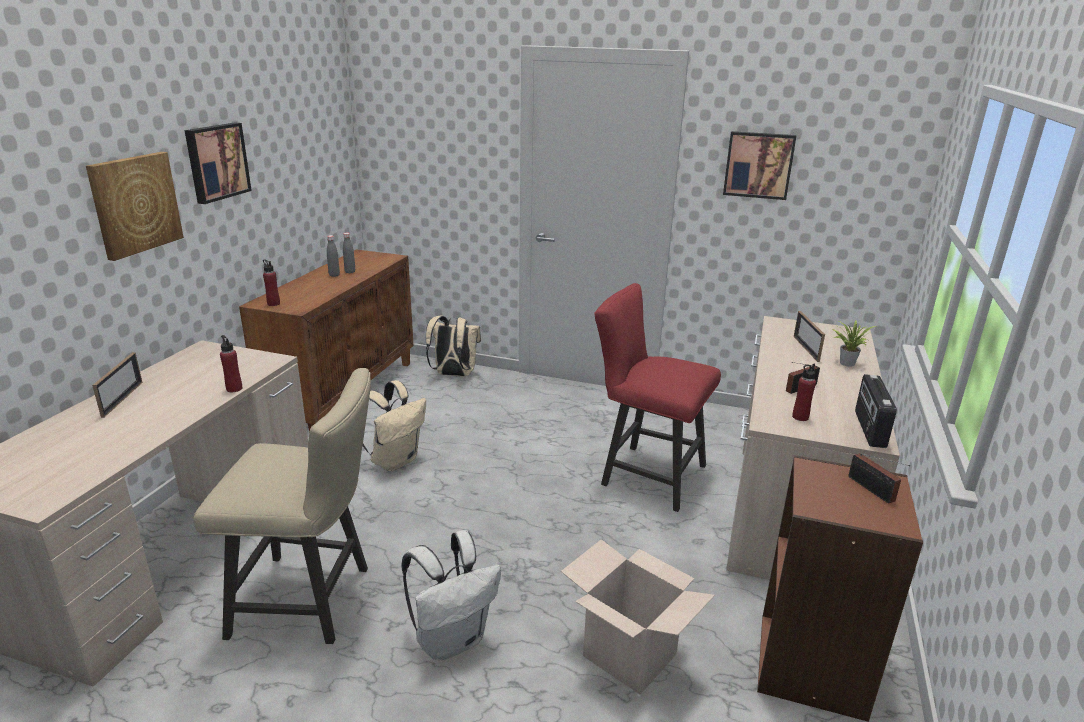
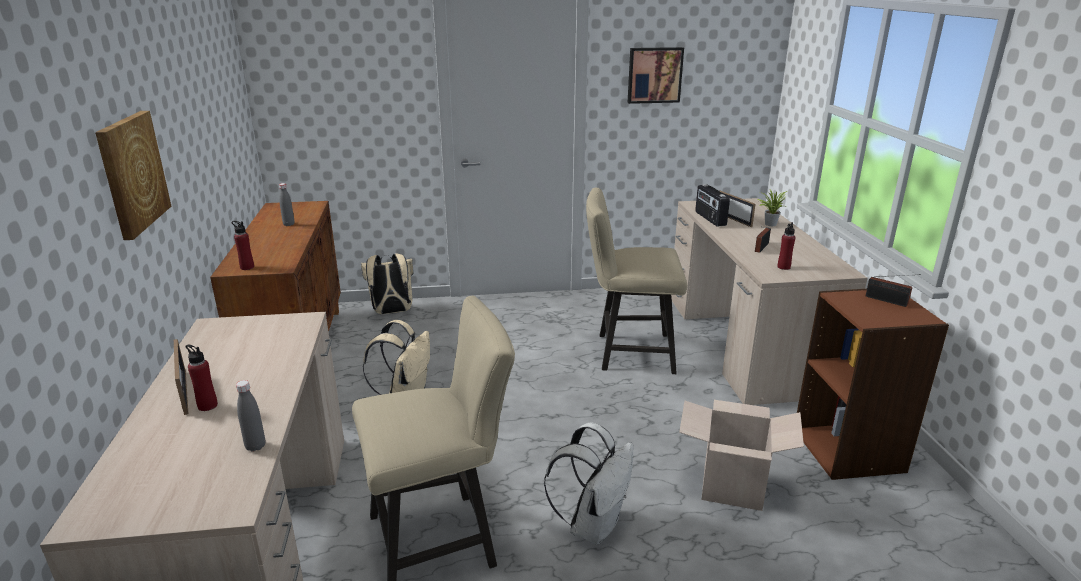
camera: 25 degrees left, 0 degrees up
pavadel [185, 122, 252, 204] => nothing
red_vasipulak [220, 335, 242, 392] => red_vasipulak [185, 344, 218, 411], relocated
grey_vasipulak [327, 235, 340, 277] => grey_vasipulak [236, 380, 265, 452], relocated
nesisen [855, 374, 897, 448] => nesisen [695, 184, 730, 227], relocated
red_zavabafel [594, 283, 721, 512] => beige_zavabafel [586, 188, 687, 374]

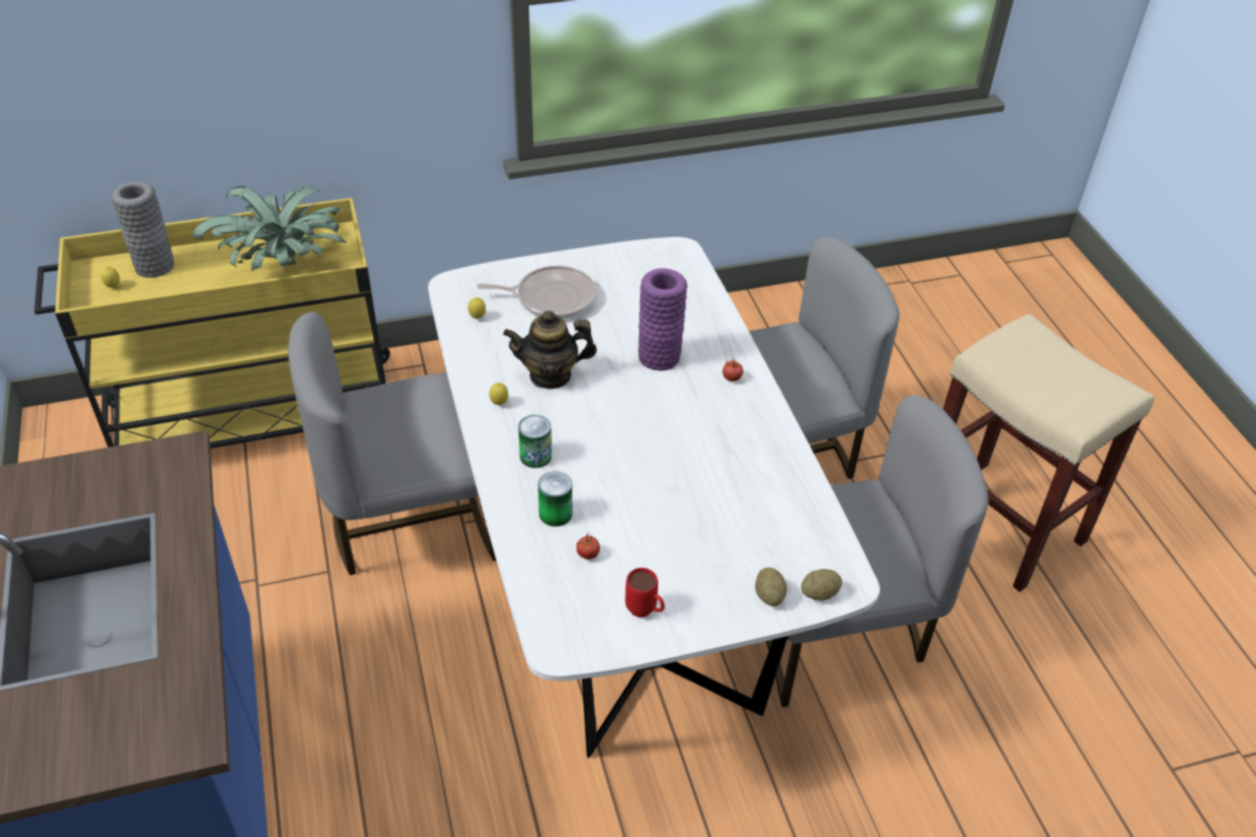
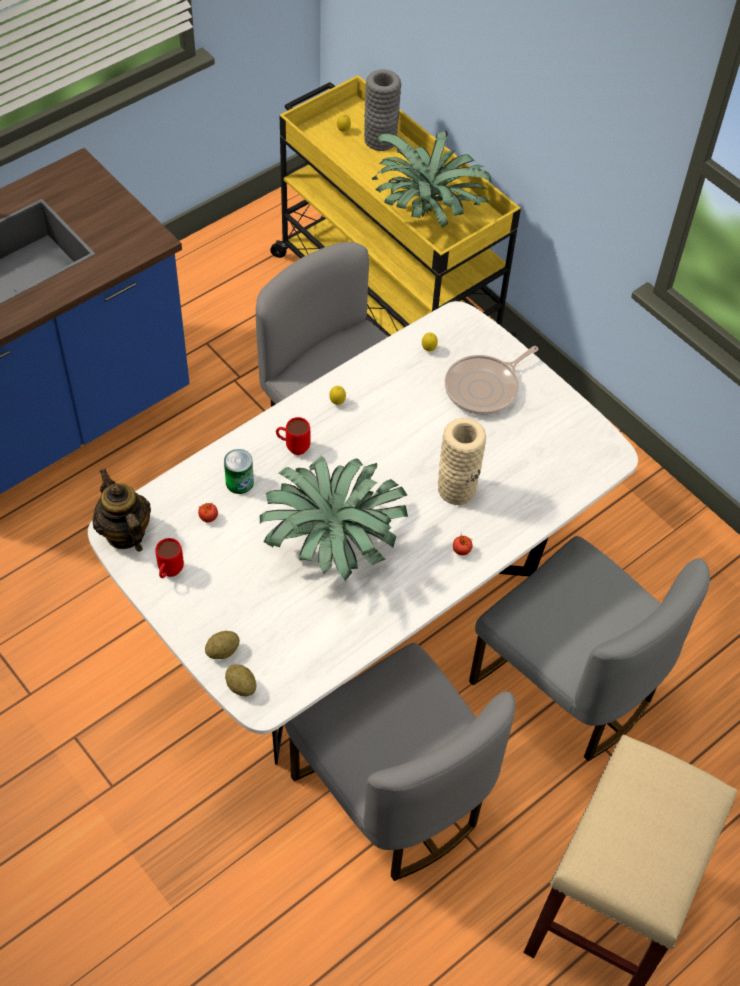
camera: 65 degrees right, 10 degrees up
nothing => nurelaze [260, 456, 408, 581]
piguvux [503, 310, 597, 389] => piguvux [92, 469, 151, 552], relocated
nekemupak [518, 415, 552, 468] => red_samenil [276, 417, 310, 455]
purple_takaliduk [638, 268, 687, 371] => beige_takaliduk [438, 418, 486, 505]
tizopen [477, 265, 596, 319] => tizopen [445, 346, 539, 415], 75 degrees clockwise

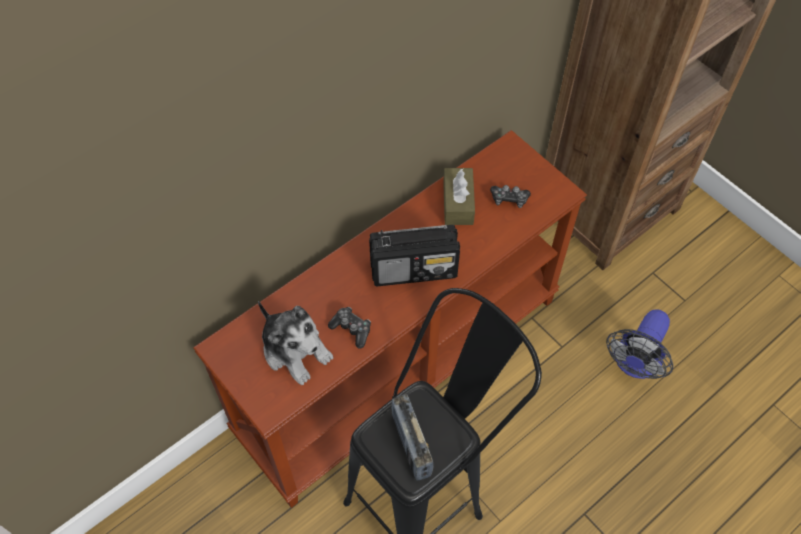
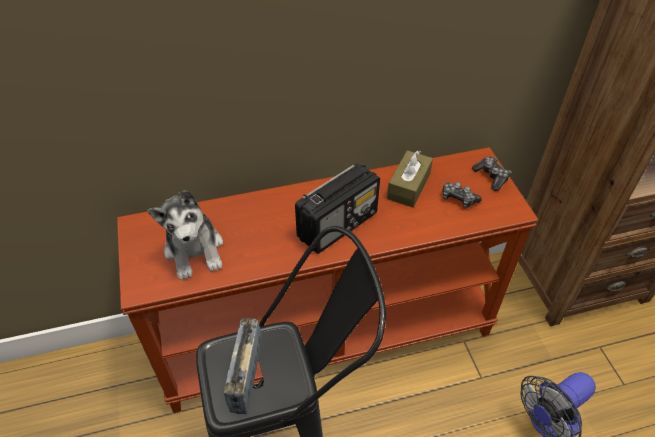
camera: 25 degrees right, 10 degrees down
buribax [328, 307, 371, 349] => buribax [472, 156, 511, 191], relocated
nesisen [369, 225, 460, 286] => nesisen [295, 163, 380, 254], 60 degrees counterclockwise

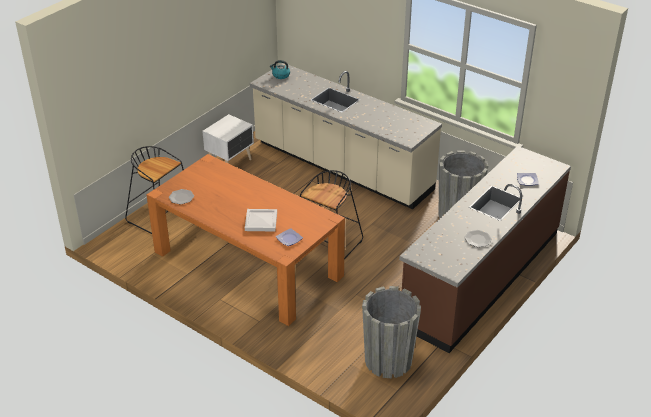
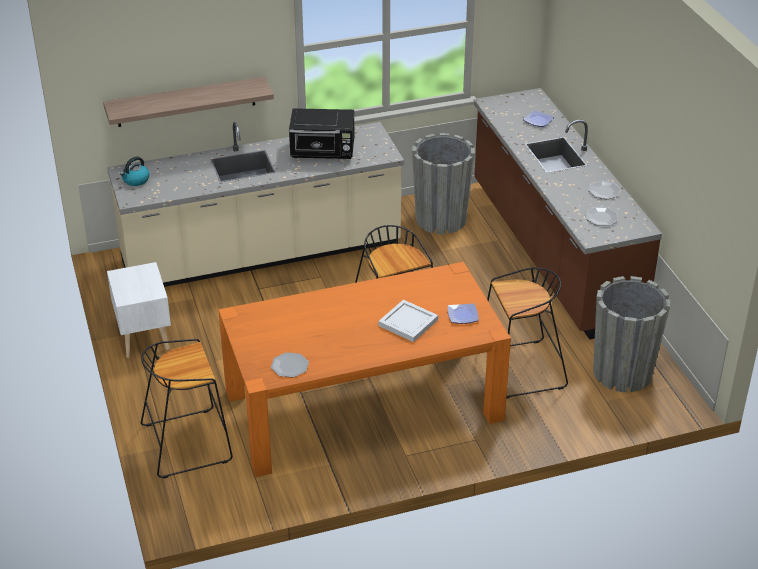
camera: 55 degrees left, 0 degrees up
nothing => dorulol [103, 77, 274, 127]
nothing => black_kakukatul [289, 108, 354, 159]
nothing => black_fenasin [487, 267, 568, 399]
nothing => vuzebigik [585, 207, 619, 226]

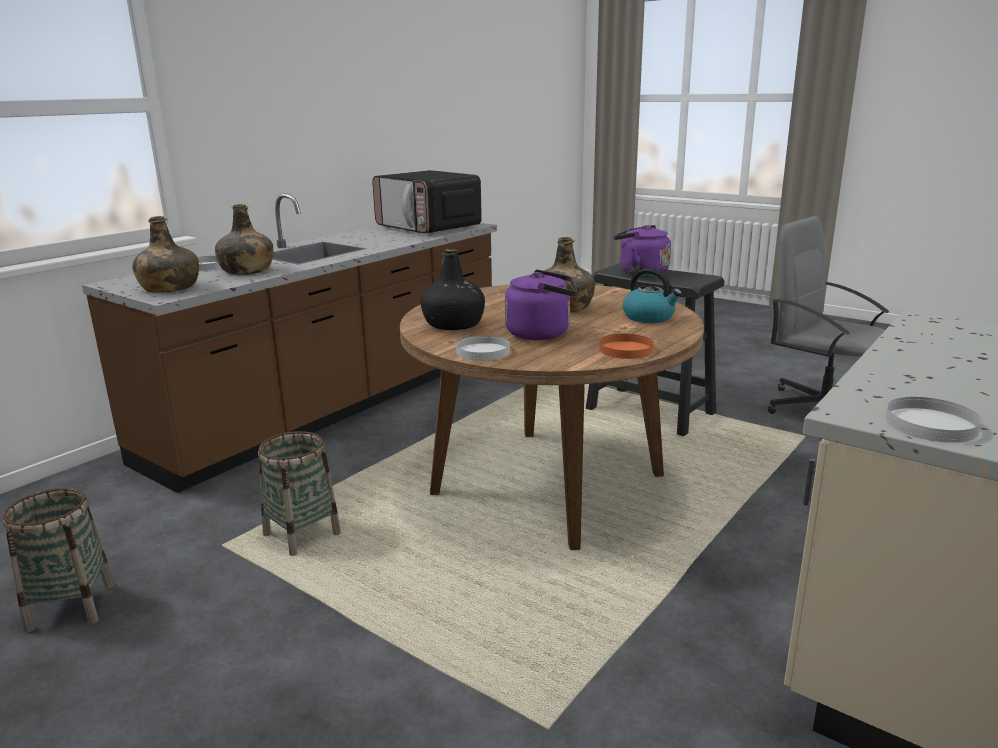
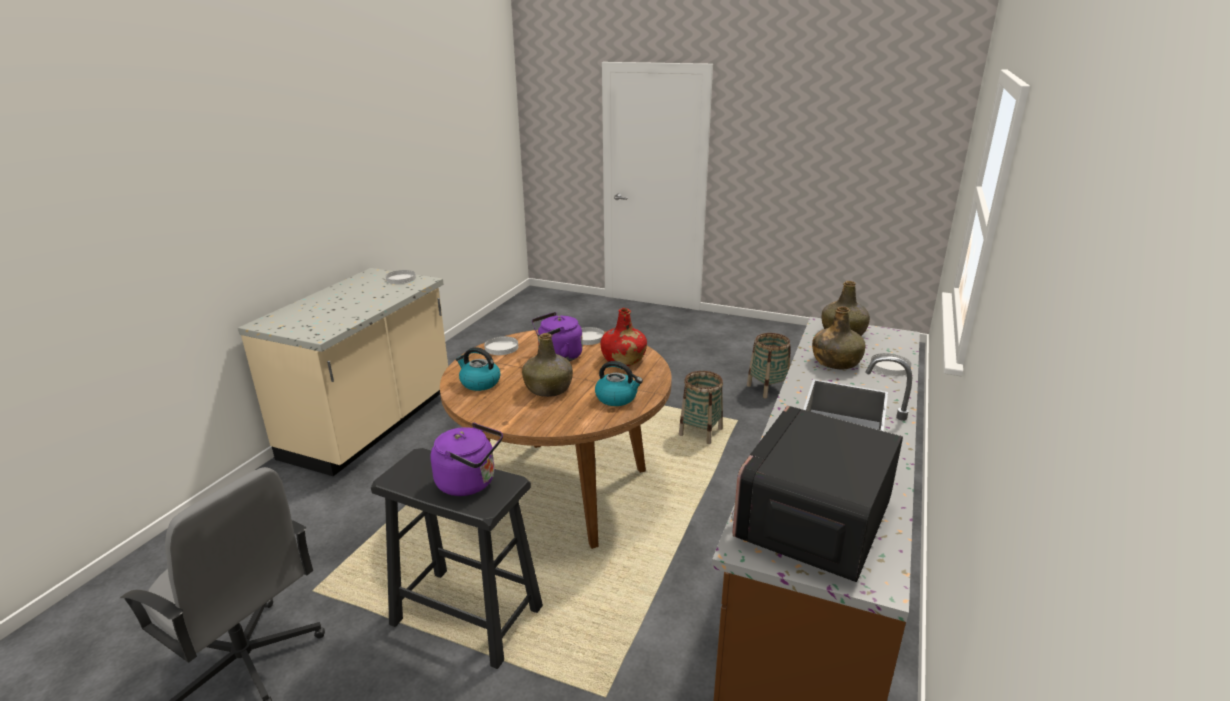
camera: 165 degrees right, 5 degrees up
nothing => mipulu [595, 361, 643, 406]
black_vasipulak [420, 249, 485, 330] => red_vasipulak [601, 308, 647, 366]
orange_vuzebigik [599, 334, 654, 359] => white_vuzebigik [484, 336, 518, 355]
kakukatul [372, 170, 482, 234] => kakukatul [732, 406, 903, 582], 90 degrees counterclockwise

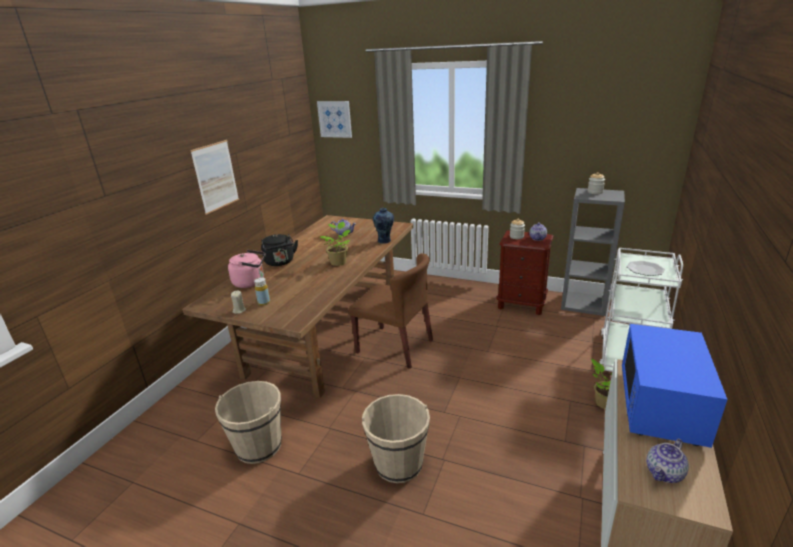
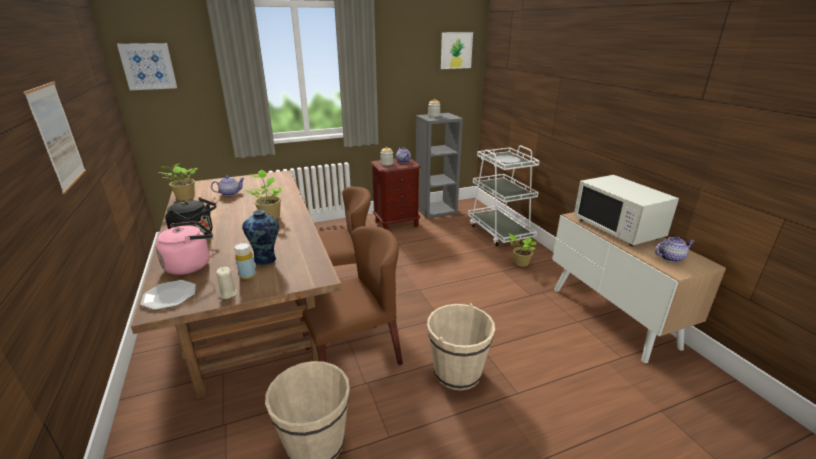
camera: 45 degrees left, 0 degrees up
nothing => vuzebigik [140, 280, 196, 310]
nothing => nurelaze [158, 163, 198, 201]
nothing => brown_zavabafel [295, 226, 403, 365]
nothing => pavadel [441, 32, 473, 69]
takaliduk [373, 208, 394, 244] => takaliduk [242, 210, 279, 265], relocated
blue_kakukatul [622, 324, 728, 448] => white_kakukatul [574, 175, 679, 246]
piguvux [647, 438, 689, 483] => piguvux [655, 236, 695, 262], 105 degrees counterclockwise

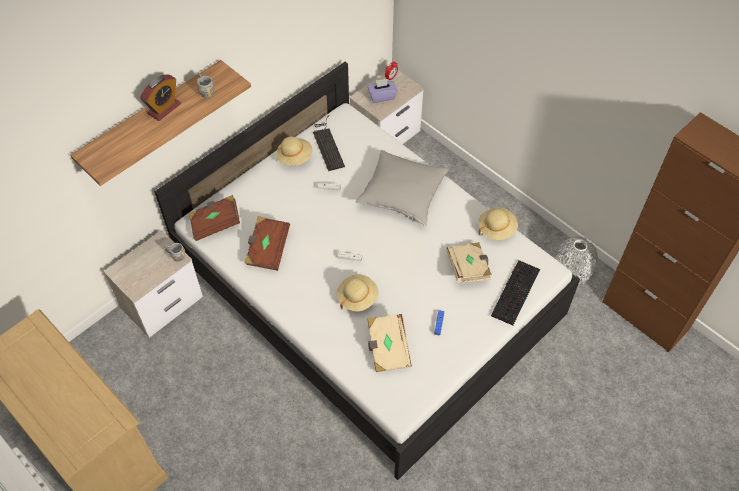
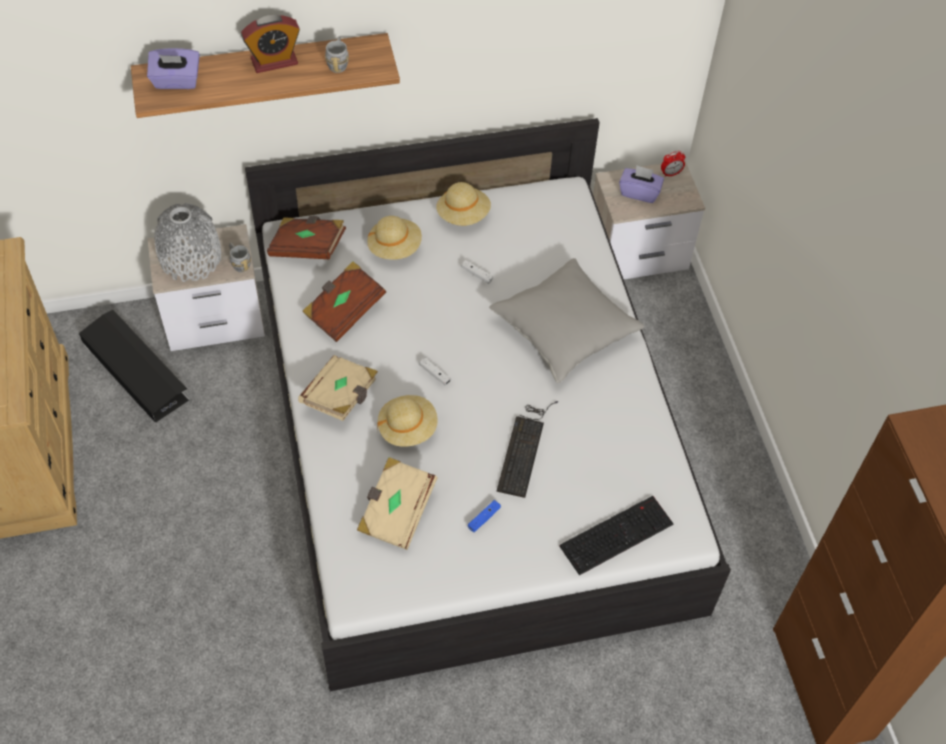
camera: 30 degrees right, 0 degrees up
nothing => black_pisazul [79, 310, 191, 423]
nothing => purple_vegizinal [147, 48, 200, 89]
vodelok [313, 116, 345, 171] => vodelok [497, 401, 558, 498], relocated
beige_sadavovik [446, 242, 492, 283] => beige_sadavovik [298, 355, 378, 421], relocated
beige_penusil [478, 208, 518, 240] => beige_penusil [367, 216, 422, 260], relocated
grey_takaliduk [554, 236, 598, 286] => grey_takaliduk [154, 203, 221, 282], relocated

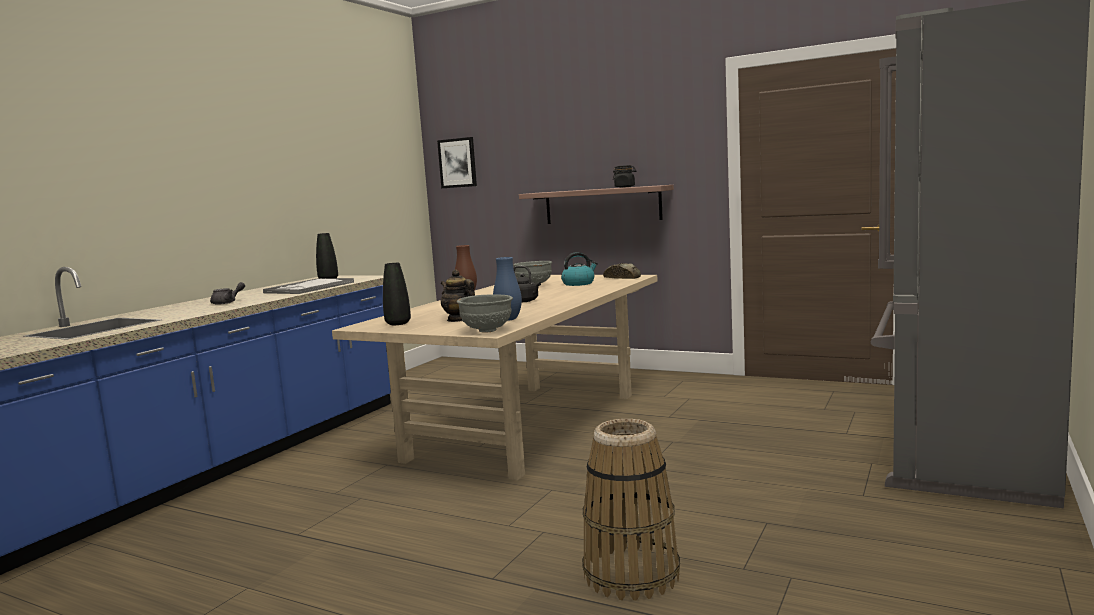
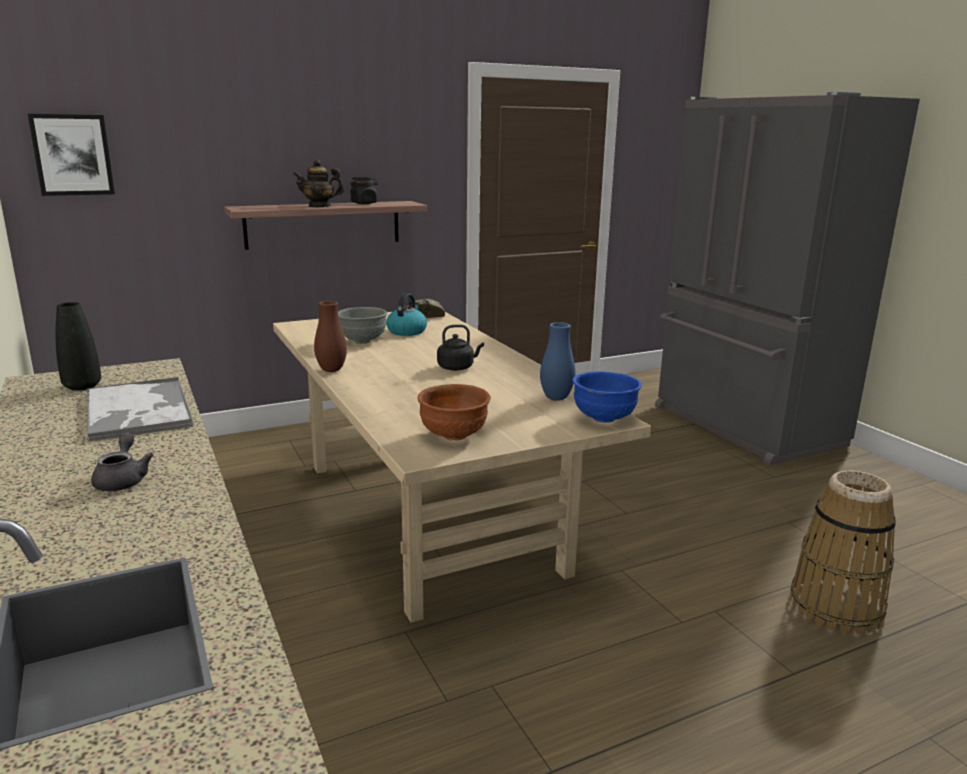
camera: 55 degrees left, 10 degrees up
piguvux [441, 270, 475, 322] => piguvux [293, 159, 344, 207], relocated
black_takaliduk [383, 263, 411, 325] => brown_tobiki [417, 384, 491, 440]
grey_tobiki [457, 294, 513, 333] => blue_tobiki [572, 371, 642, 423]

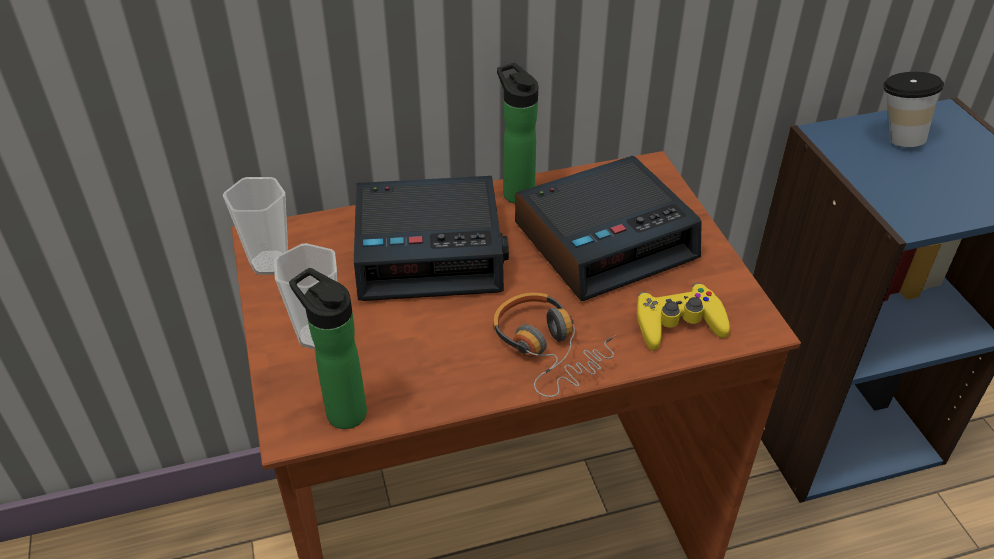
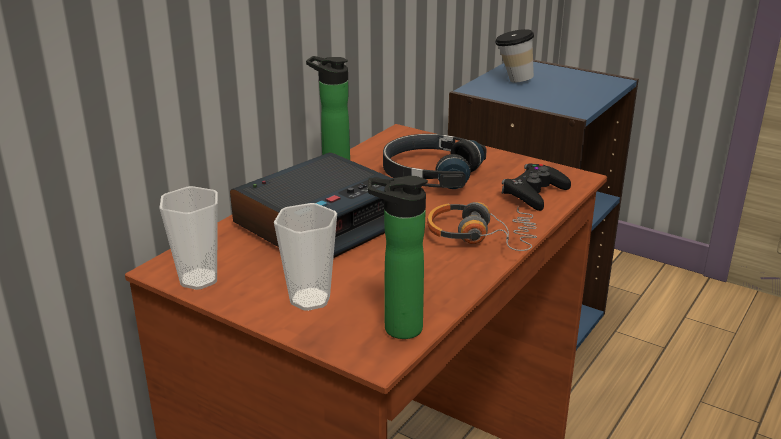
camera: 40 degrees left, 15 degrees down
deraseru [515, 156, 702, 301] => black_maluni [383, 134, 487, 189]
yellow_buribax [637, 283, 730, 350] => black_buribax [502, 163, 571, 211]

